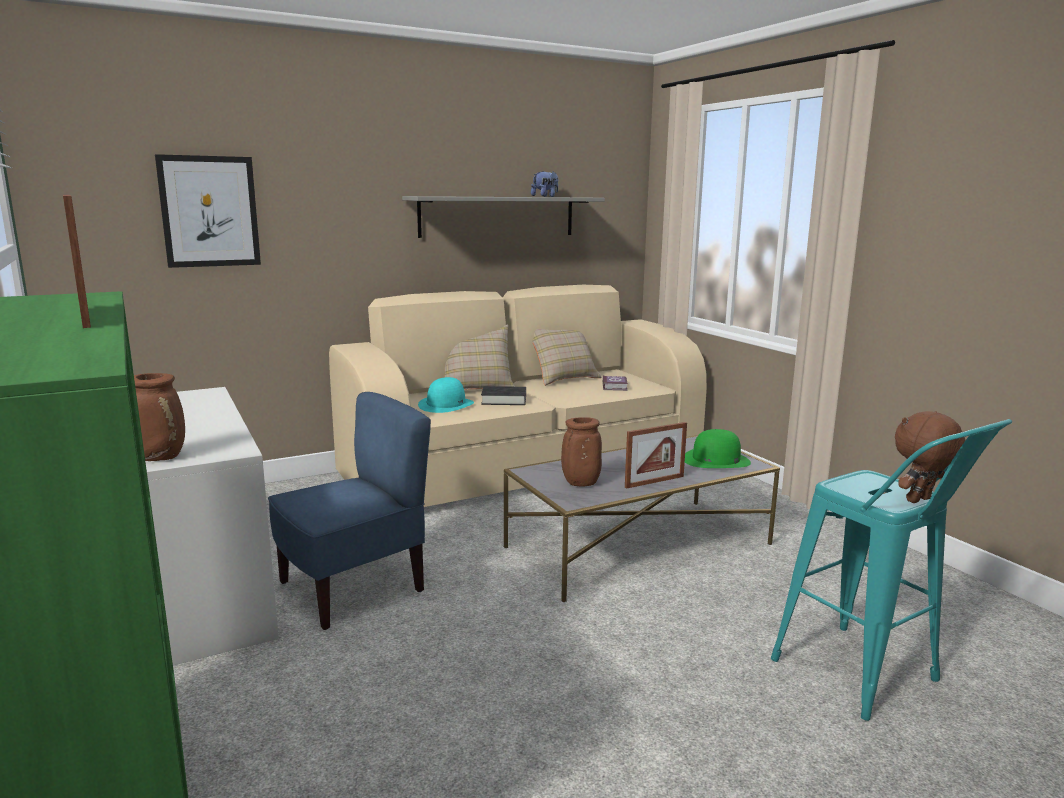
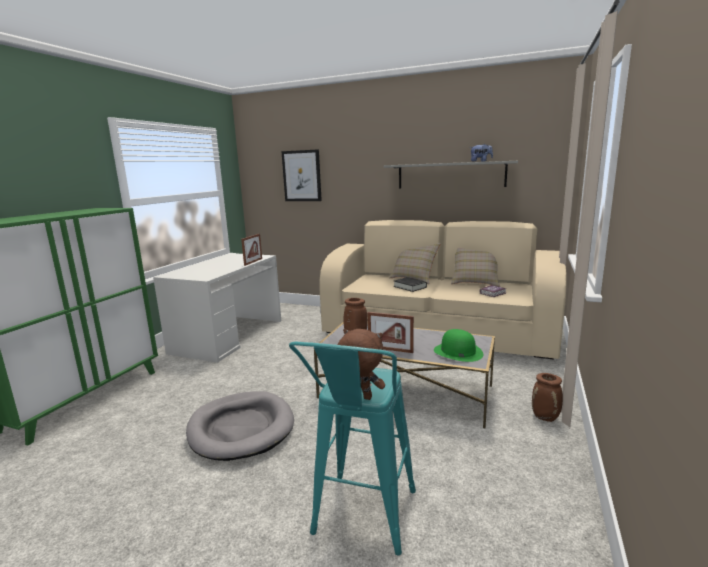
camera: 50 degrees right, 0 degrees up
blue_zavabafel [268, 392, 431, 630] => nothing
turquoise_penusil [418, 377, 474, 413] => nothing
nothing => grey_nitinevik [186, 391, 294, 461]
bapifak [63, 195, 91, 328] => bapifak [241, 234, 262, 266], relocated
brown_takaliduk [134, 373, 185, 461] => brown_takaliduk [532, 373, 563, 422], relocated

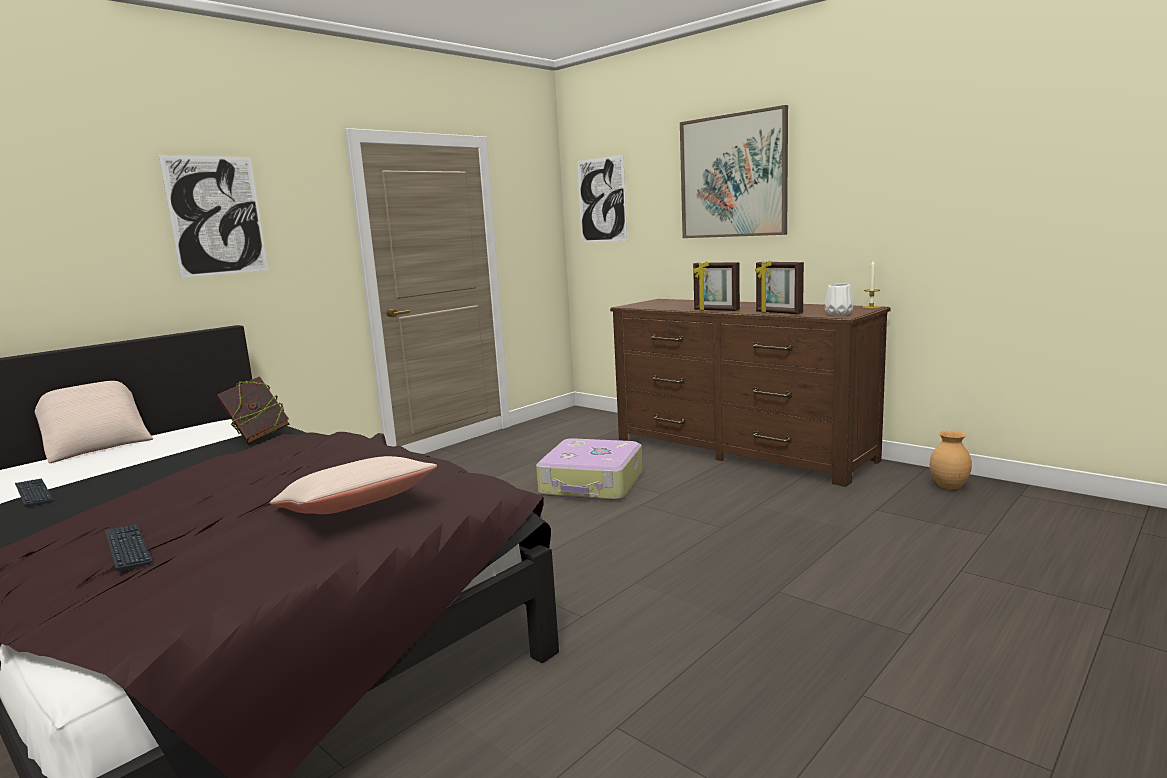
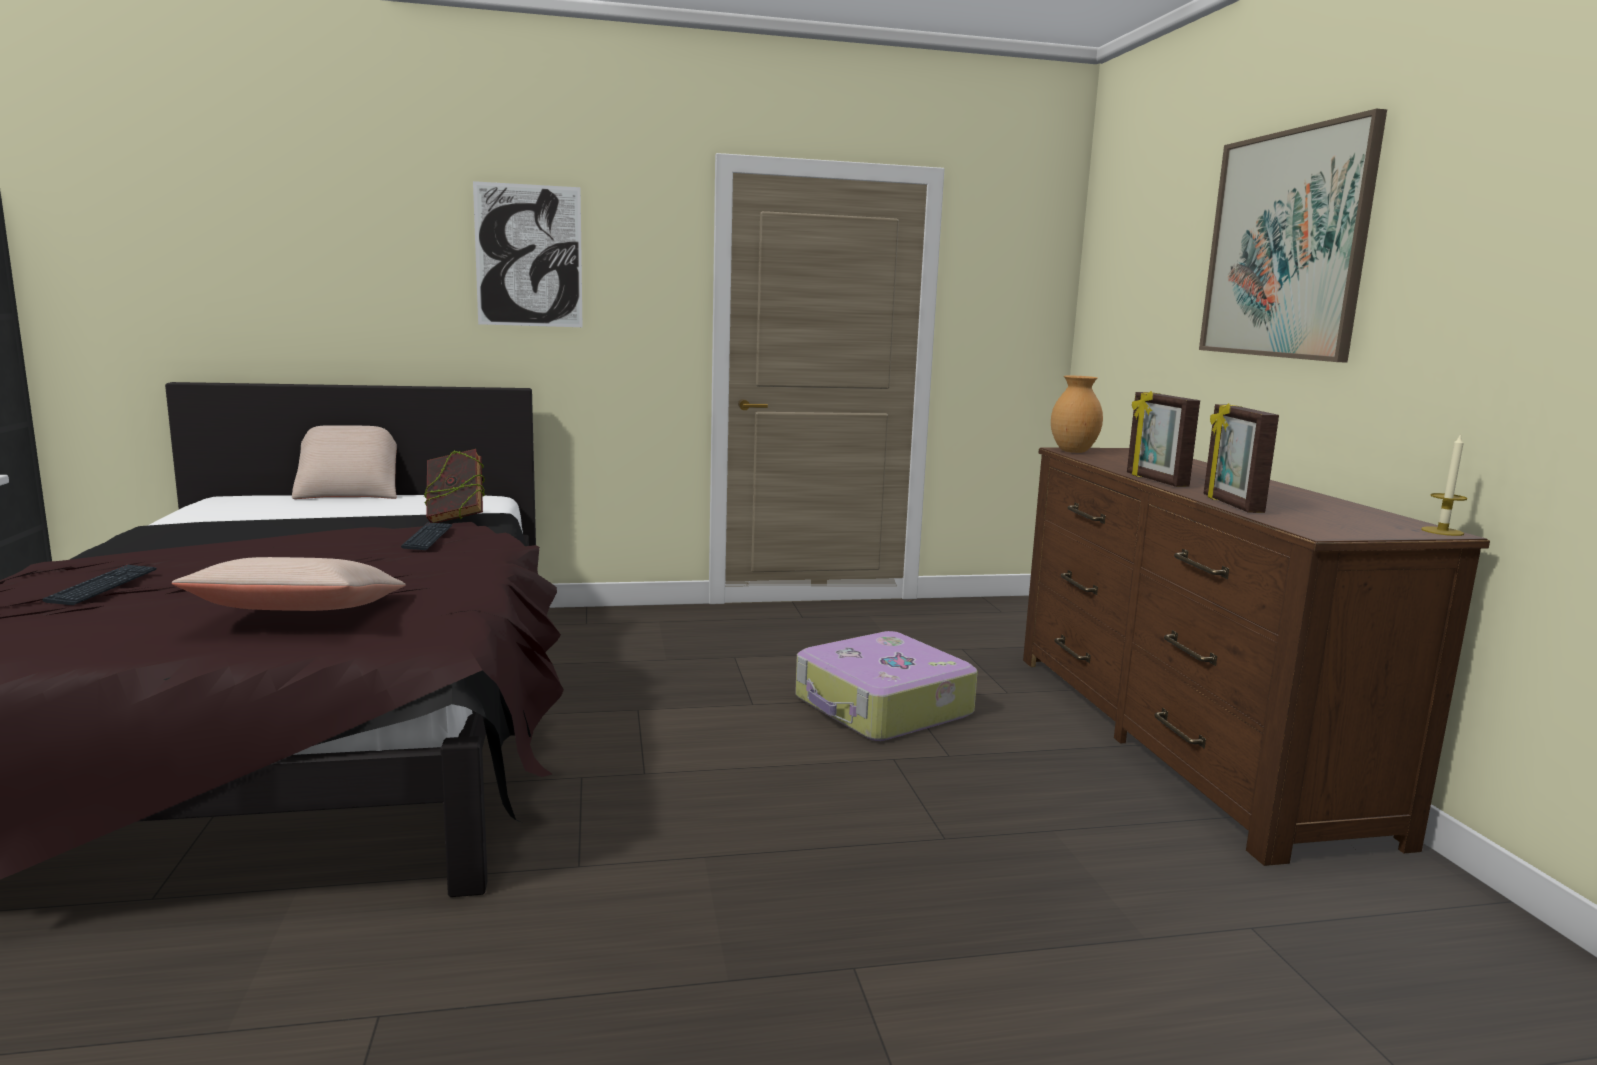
camera: 35 degrees right, 0 degrees up
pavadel [577, 155, 627, 242] => nothing
white_takaliduk [824, 284, 853, 315] => nothing
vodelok [15, 479, 54, 507] => vodelok [401, 522, 452, 550], relocated
brown_takaliduk [930, 430, 972, 489] => brown_takaliduk [1051, 376, 1103, 453], relocated

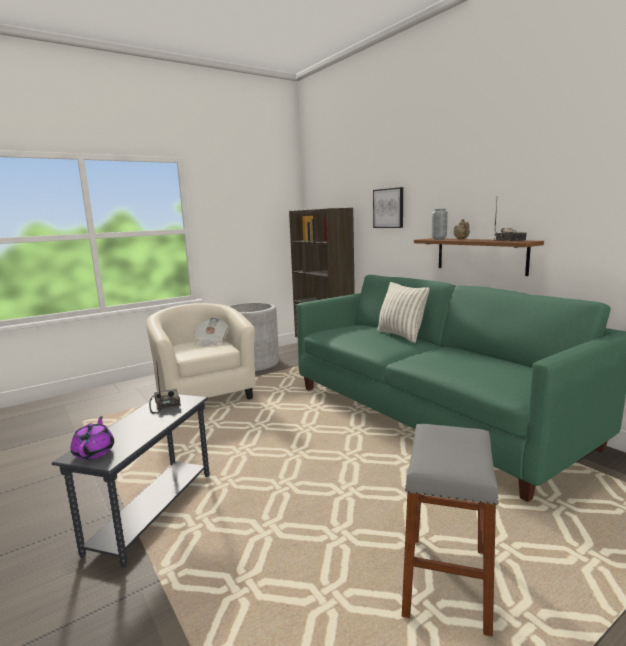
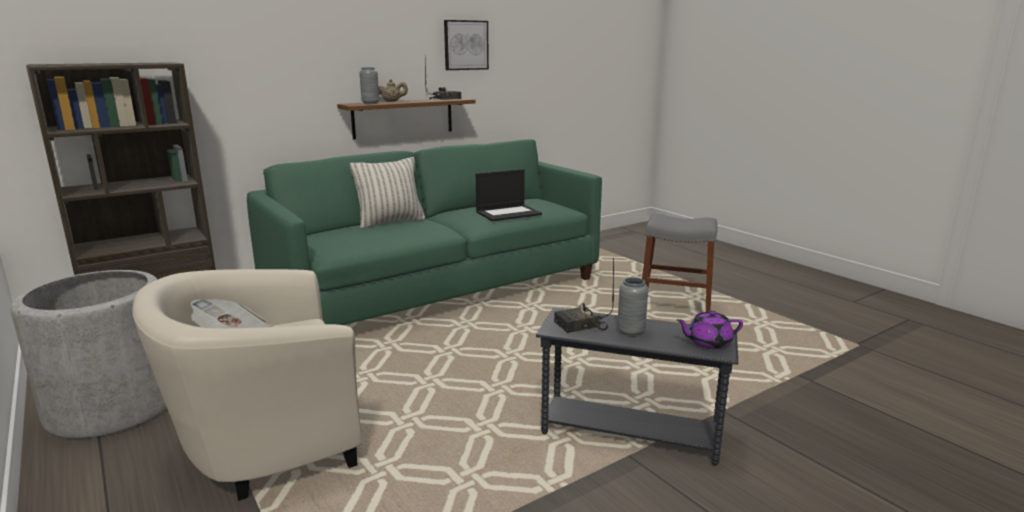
camera: 90 degrees left, 5 degrees up
nothing => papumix [476, 169, 542, 221]
nothing => grey_takaliduk [617, 277, 648, 337]
pavadel [373, 187, 403, 228] => pavadel [444, 20, 489, 70], relocated

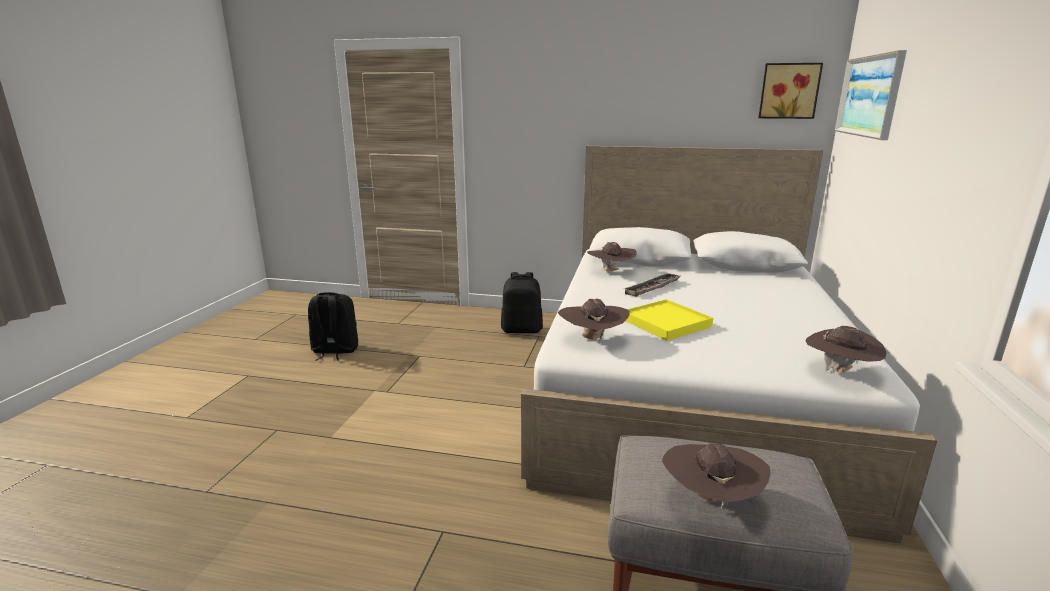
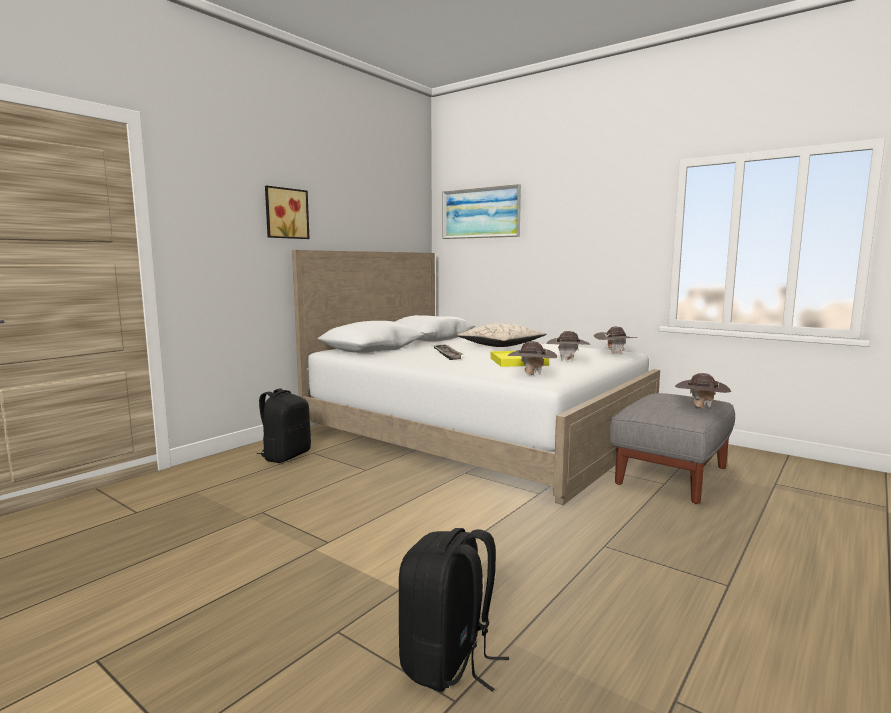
camera: 65 degrees left, 10 degrees down
nothing => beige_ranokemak [457, 323, 546, 347]
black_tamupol [308, 292, 358, 361] => black_tamupol [399, 528, 509, 692], relocated
brown_penusil [587, 242, 637, 271] => brown_penusil [547, 331, 591, 361], relocated
pavadel [758, 63, 823, 119] => pavadel [265, 186, 310, 239], relocated

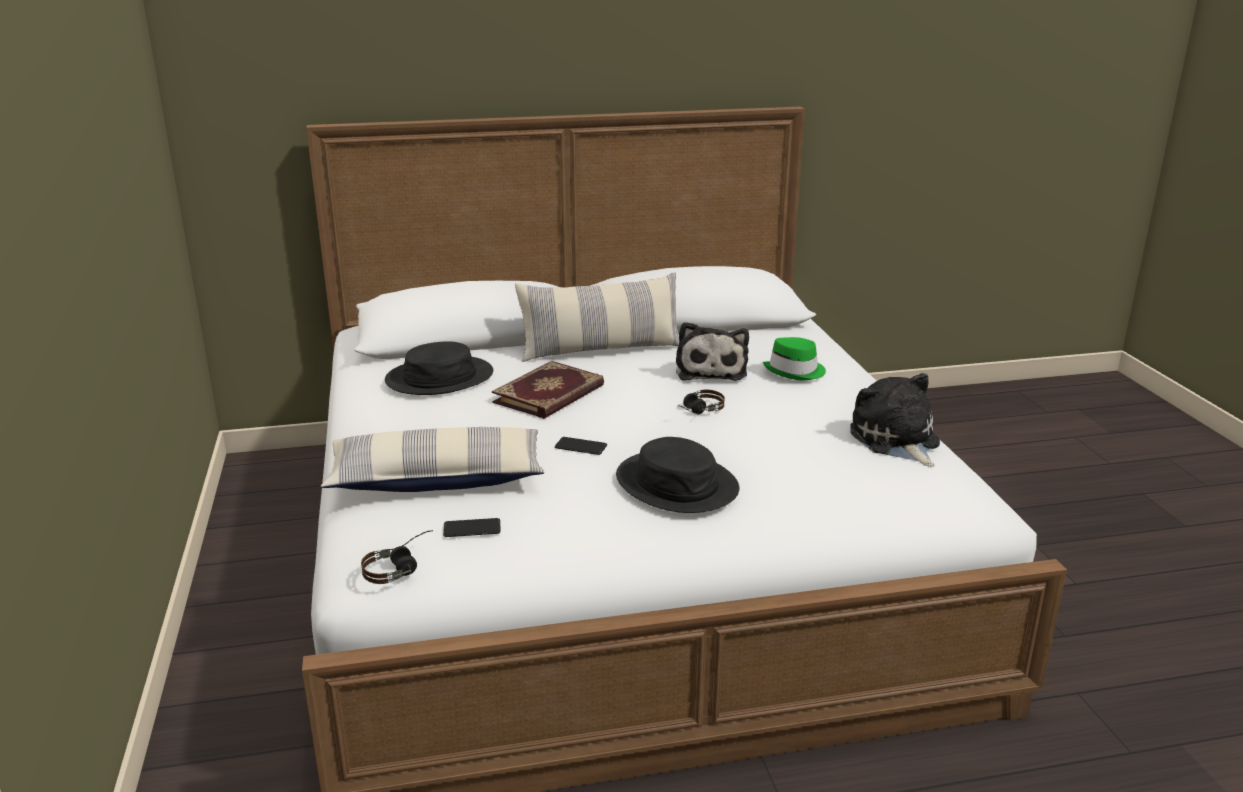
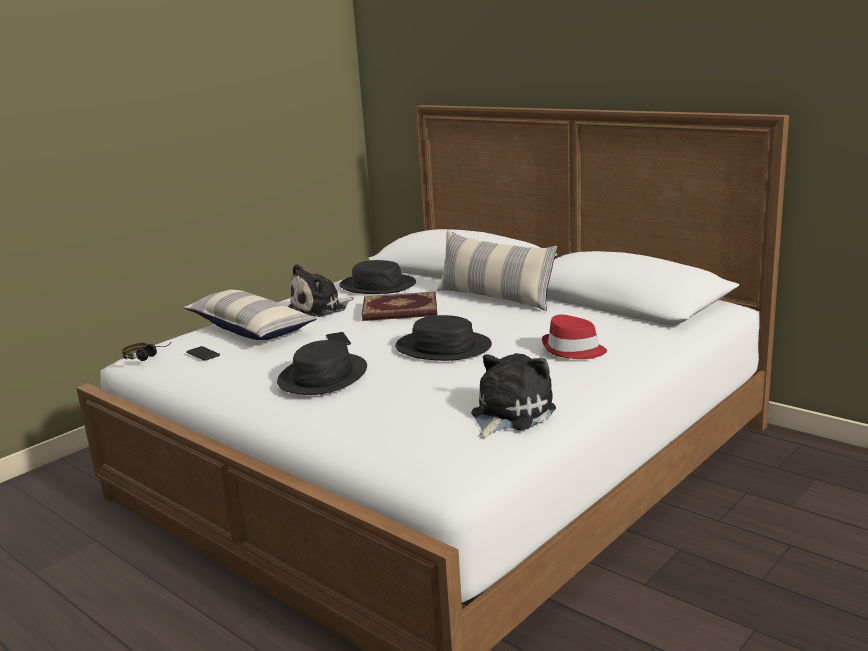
camera: 55 degrees right, 5 degrees down
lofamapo [676, 322, 749, 381] => lofamapo [288, 264, 354, 317], relocated
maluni [678, 390, 725, 414] => black_penusil [395, 315, 492, 361]
green_penusil [763, 337, 826, 380] => red_penusil [542, 314, 607, 359]

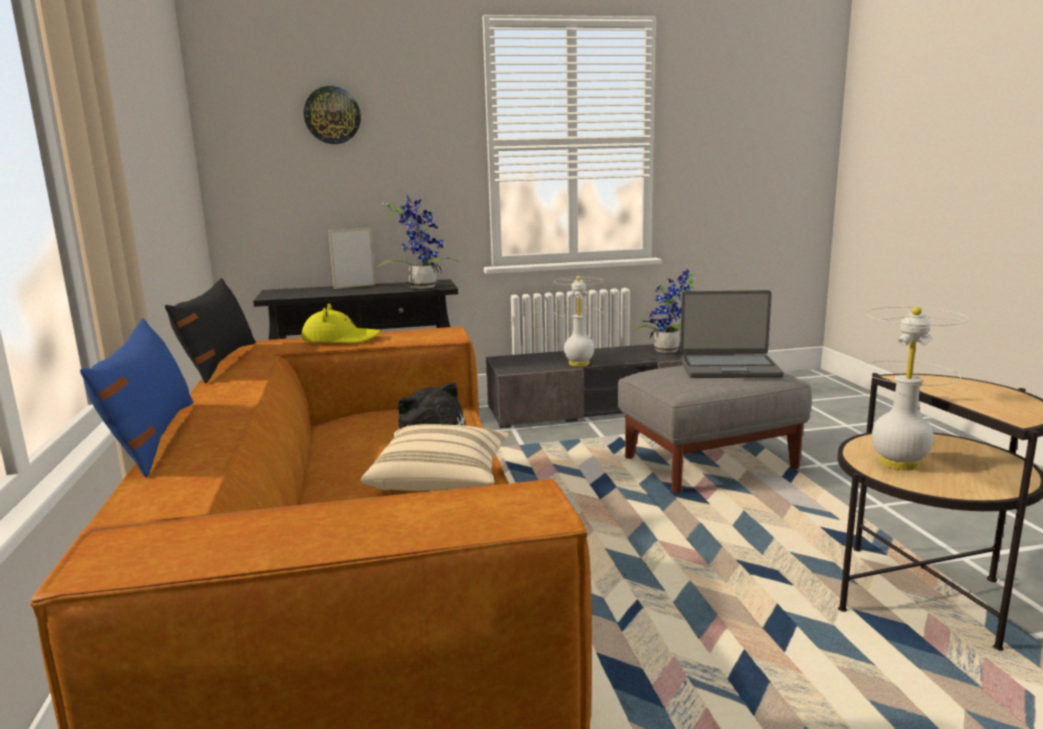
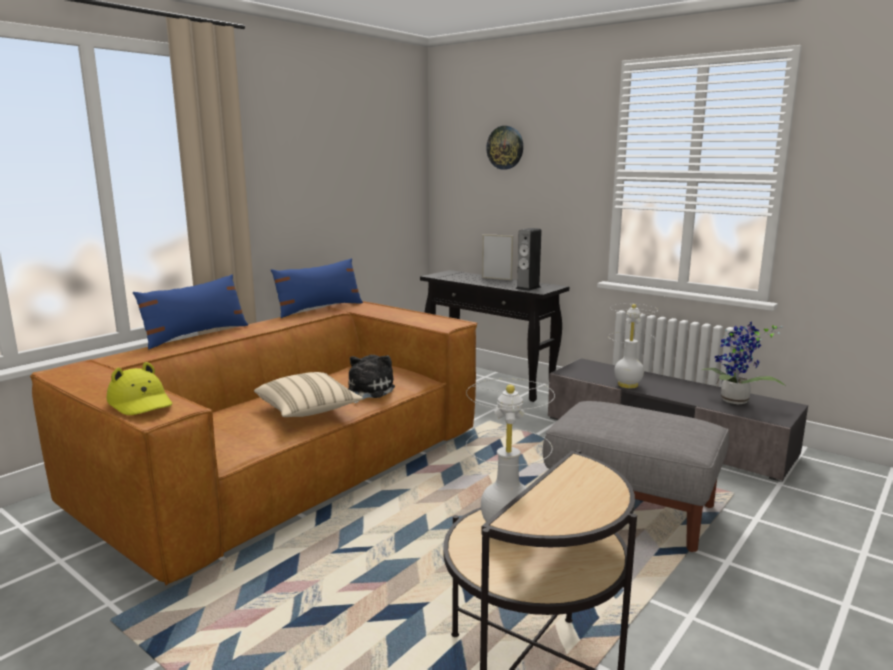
camera: 50 degrees right, 0 degrees up
papumix [680, 290, 784, 378] => nothing
yellow_penusil [301, 303, 380, 343] => yellow_penusil [107, 362, 172, 415], relocated
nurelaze [377, 194, 459, 289] => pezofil [516, 228, 542, 291]
black_ranokemak [165, 278, 256, 384] => blue_ranokemak [271, 258, 363, 318]

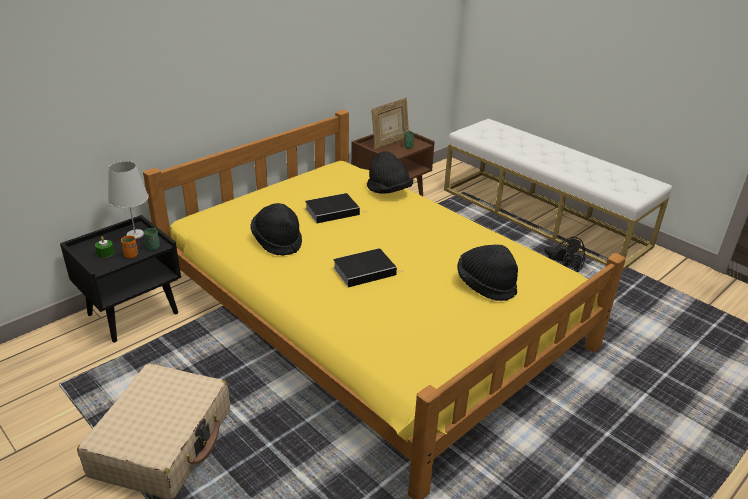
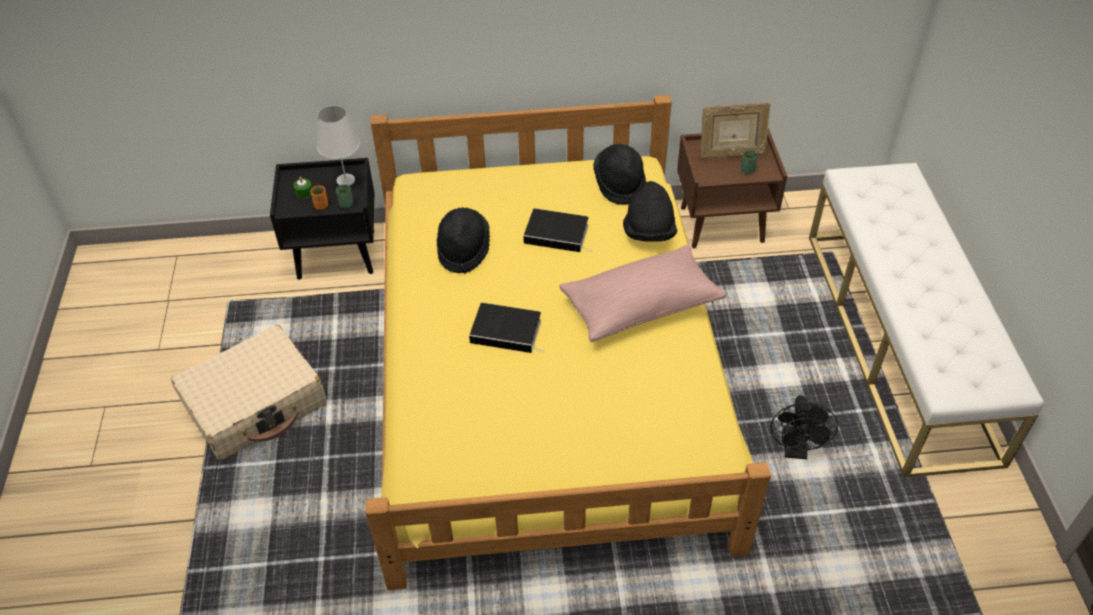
camera: 40 degrees right, 15 degrees up
nothing => pink_ranokemak [559, 244, 726, 342]
black_penusil [457, 245, 518, 301] => black_penusil [593, 144, 646, 205], relocated

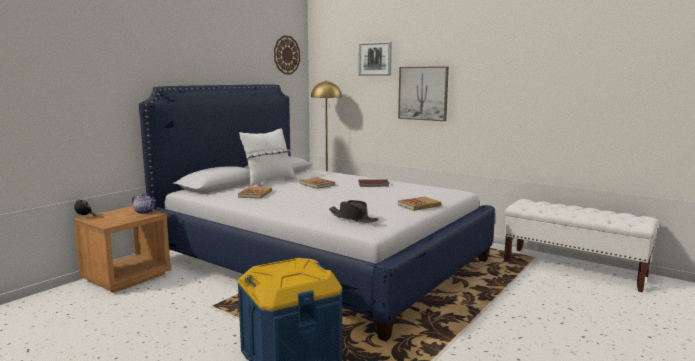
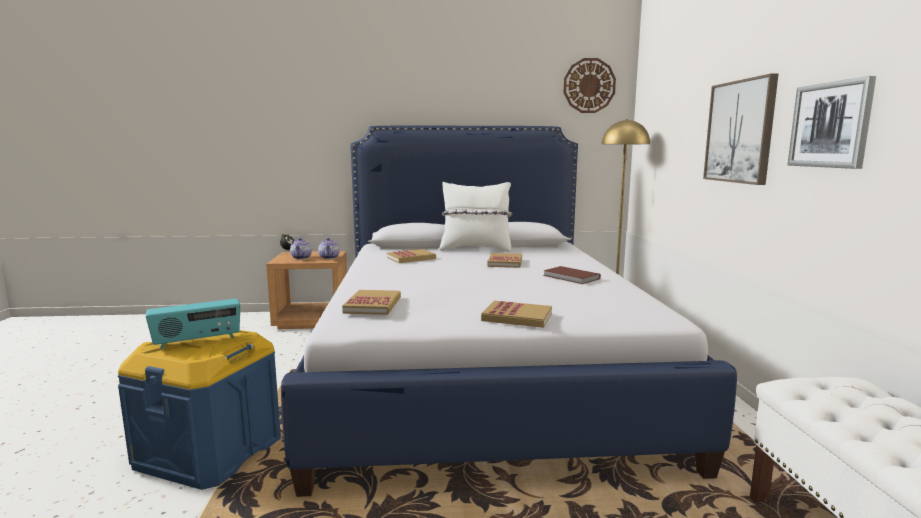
camera: 50 degrees right, 0 degrees up
nothing => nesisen [146, 299, 240, 349]
nothing => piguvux [290, 238, 312, 259]
pavadel [359, 41, 392, 75] => pavadel [788, 76, 876, 169], relocated
black_penusil [329, 200, 379, 223] => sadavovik [342, 290, 401, 315]

